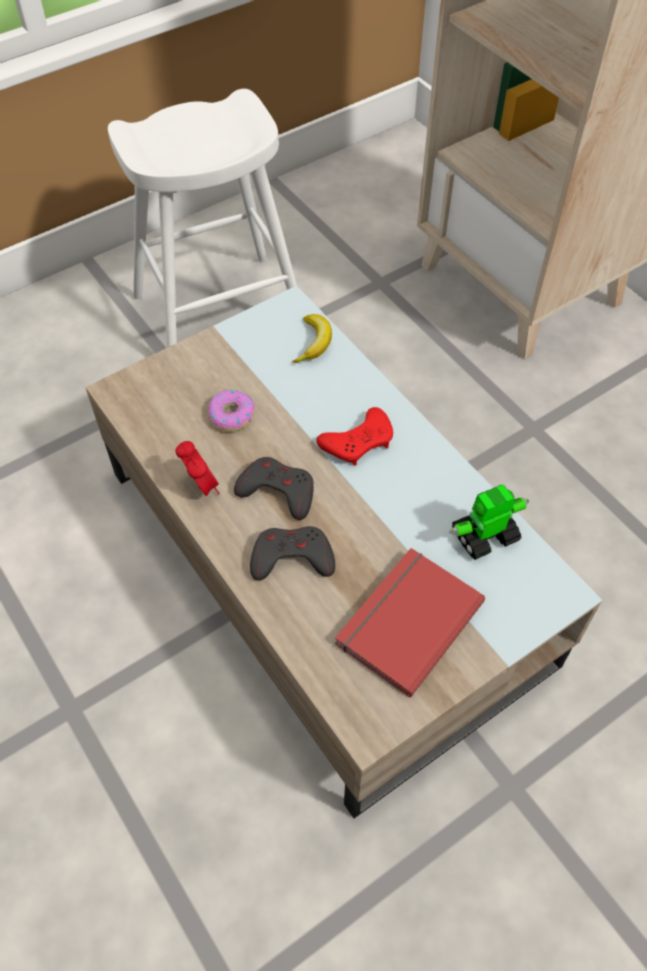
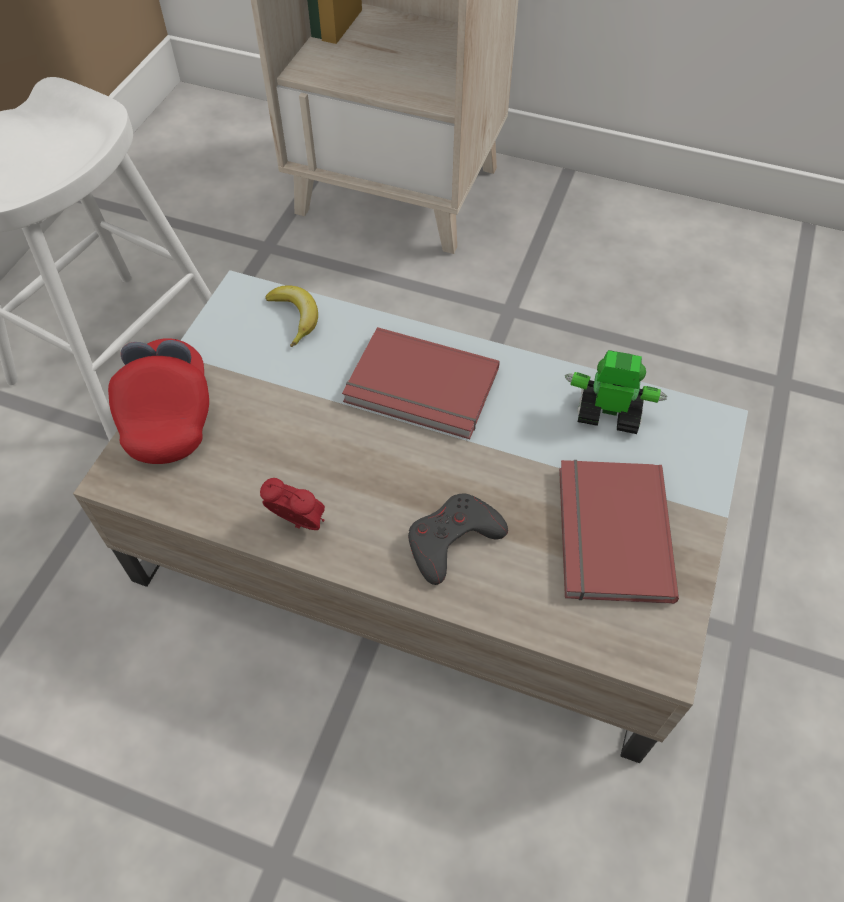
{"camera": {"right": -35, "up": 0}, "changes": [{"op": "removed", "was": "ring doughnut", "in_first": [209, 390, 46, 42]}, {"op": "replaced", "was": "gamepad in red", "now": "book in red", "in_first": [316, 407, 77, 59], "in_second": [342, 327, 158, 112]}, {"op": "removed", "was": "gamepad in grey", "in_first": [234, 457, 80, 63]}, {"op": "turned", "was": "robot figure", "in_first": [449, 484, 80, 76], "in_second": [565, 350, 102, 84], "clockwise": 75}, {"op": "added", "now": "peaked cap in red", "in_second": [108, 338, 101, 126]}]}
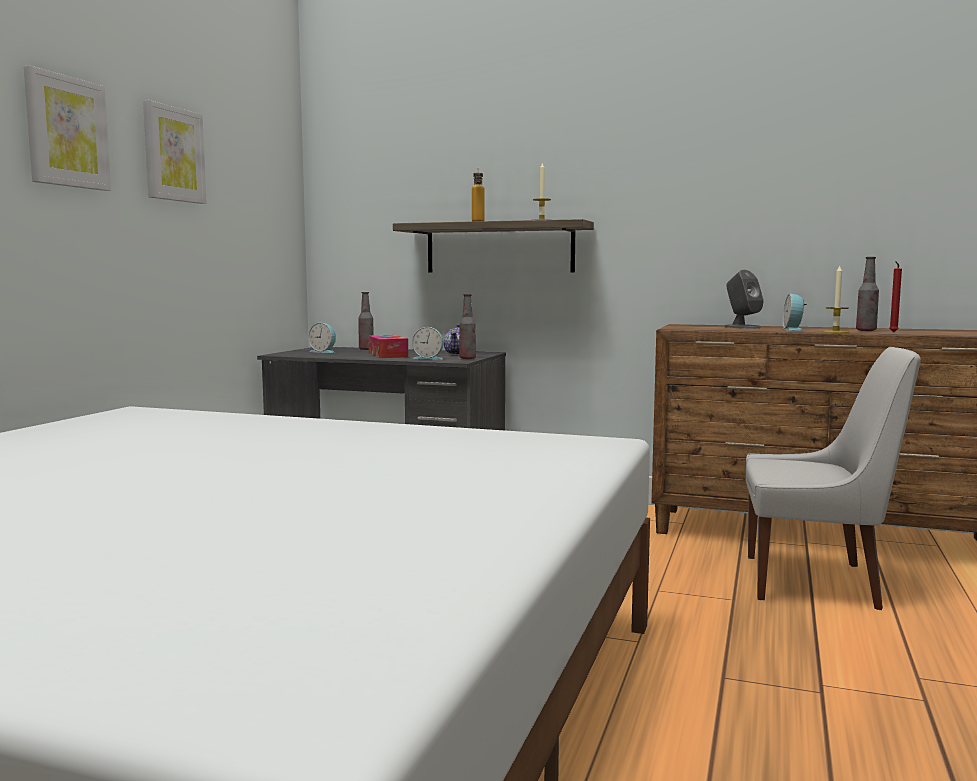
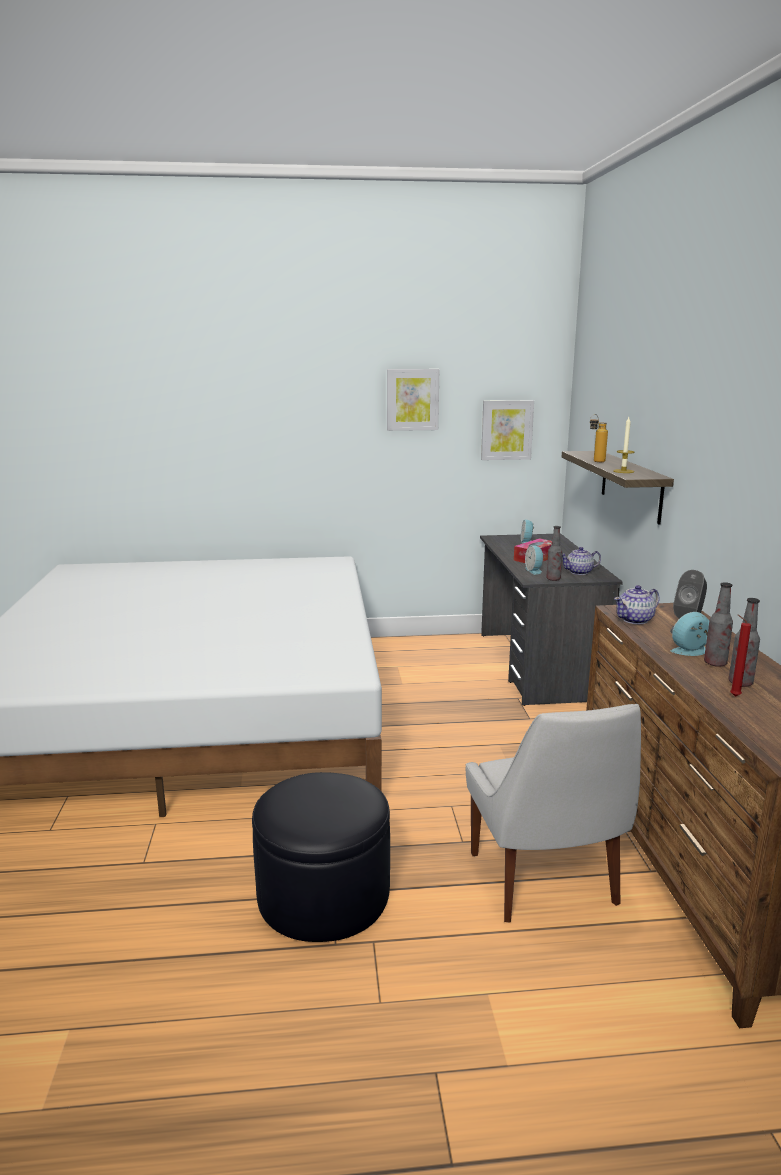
{"camera": {"right": 65, "up": 10}, "changes": [{"op": "moved", "was": "picture", "in_first": [24, 66, 87, 125], "in_second": [481, 400, 53, 60]}, {"op": "removed", "was": "wax candle", "in_first": [822, 266, 27, 67]}, {"op": "moved", "was": "beverage bottle", "in_first": [358, 292, 16, 58], "in_second": [704, 582, 29, 85]}, {"op": "added", "now": "tea pot", "in_second": [614, 585, 45, 39]}, {"op": "added", "now": "ottoman in blackish", "in_second": [252, 772, 138, 170]}]}
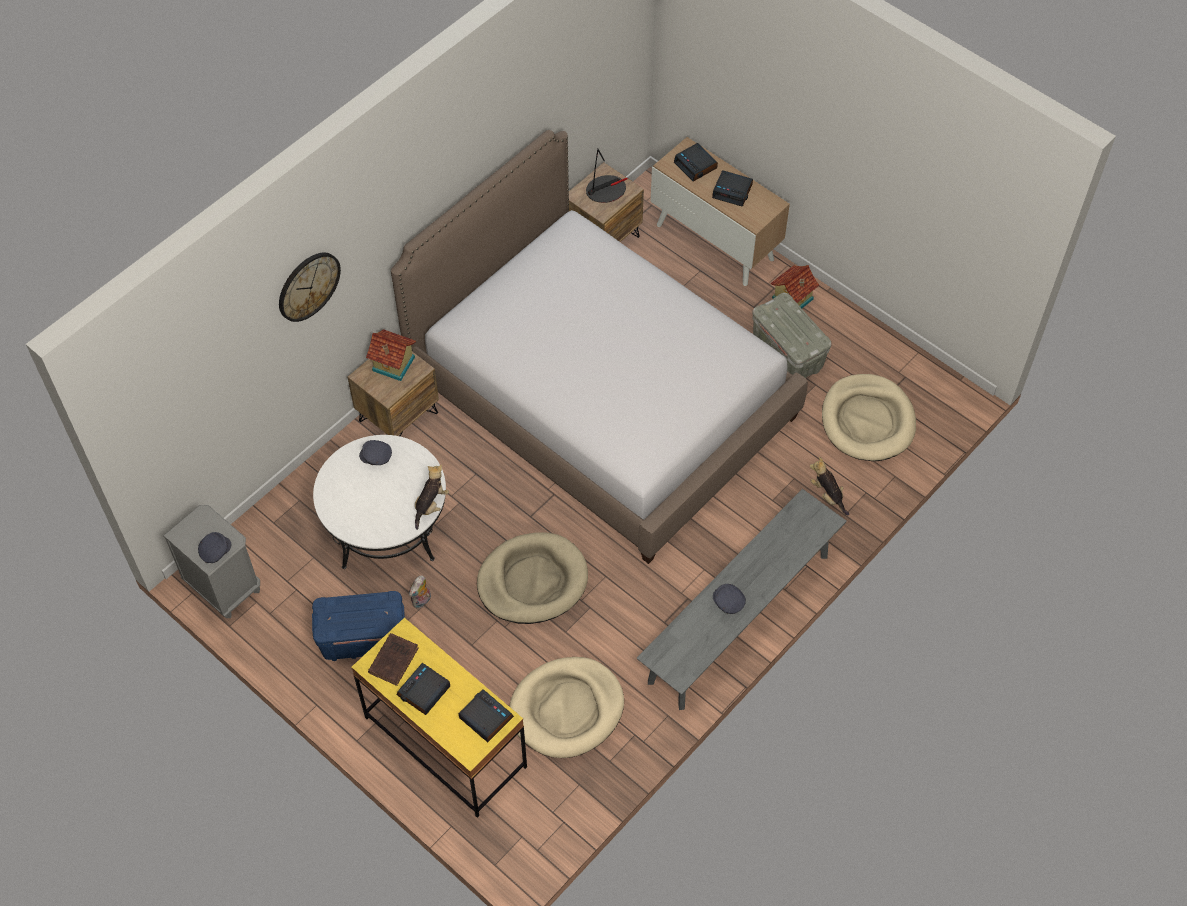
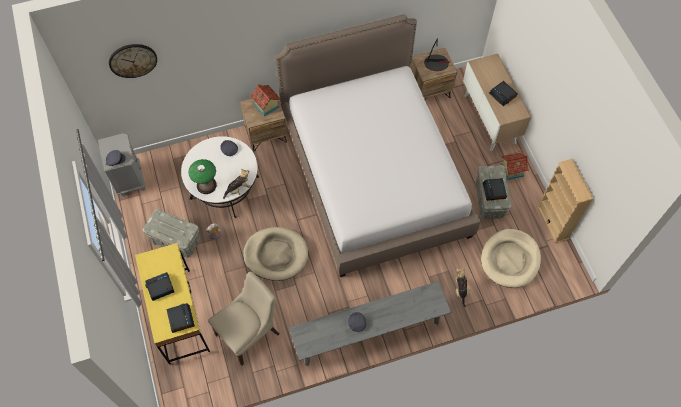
{"camera": {"right": 30, "up": 5}, "changes": [{"op": "moved", "was": "alarm clock", "in_first": [674, 143, 44, 39], "in_second": [483, 178, 24, 23]}, {"op": "moved", "was": "wall clock", "in_first": [279, 252, 62, 70], "in_second": [109, 44, 48, 34]}, {"op": "recoloured", "was": "storage bin in bluish", "now": "storage bin in grey", "in_first": [312, 591, 93, 70], "in_second": [143, 209, 57, 48]}, {"op": "removed", "was": "book in brown", "in_first": [368, 633, 51, 53]}, {"op": "replaced", "was": "pet bed in beige", "now": "chair in beige", "in_first": [509, 657, 115, 101], "in_second": [208, 272, 71, 94]}, {"op": "added", "now": "bookshelf in beige", "in_second": [537, 158, 57, 85]}, {"op": "added", "now": "lamp for a table", "in_second": [188, 159, 29, 35]}]}
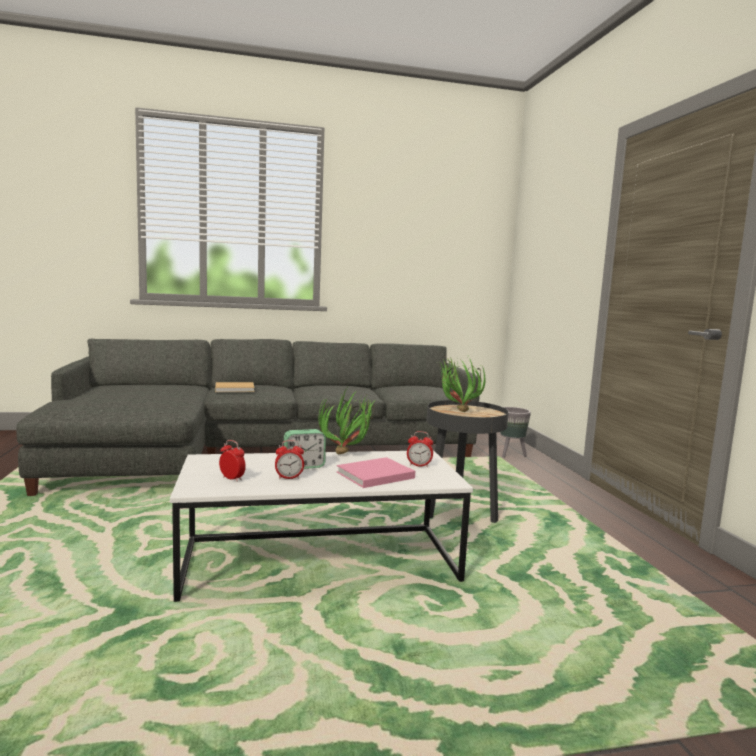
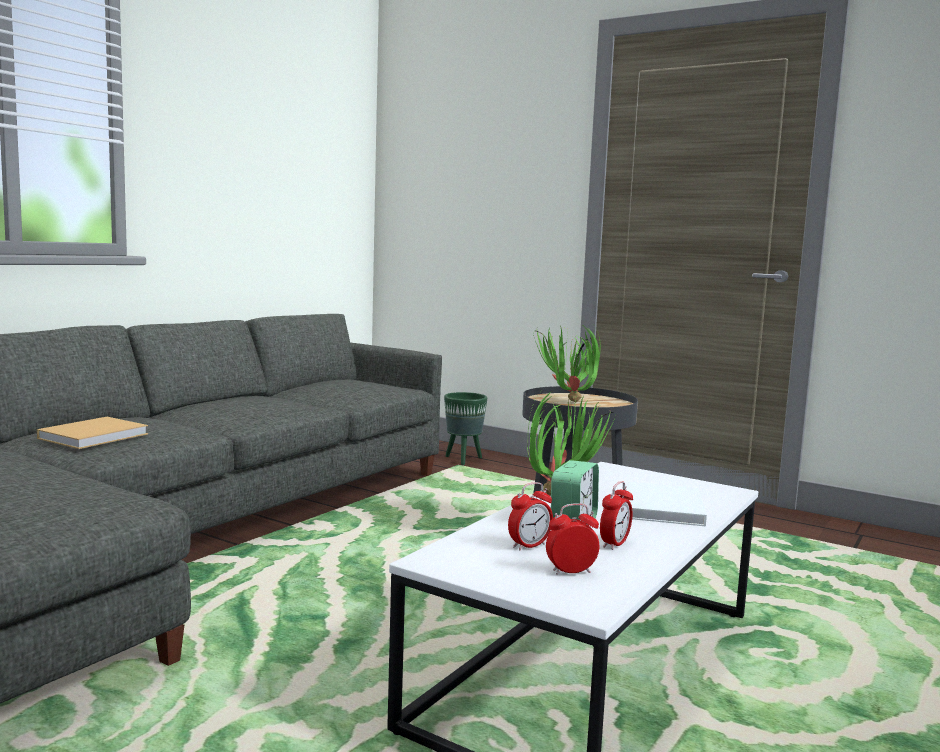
{"camera": {"right": -45, "up": 0}, "changes": [{"op": "recoloured", "was": "flower pot in grey", "now": "flower pot in green-coloured", "in_first": [500, 407, 31, 51], "in_second": [444, 392, 43, 73]}, {"op": "moved", "was": "alarm clock", "in_first": [407, 431, 26, 36], "in_second": [508, 482, 45, 69]}, {"op": "recoloured", "was": "book in pink", "now": "book in whitish", "in_first": [337, 457, 78, 31], "in_second": [626, 482, 81, 45]}]}
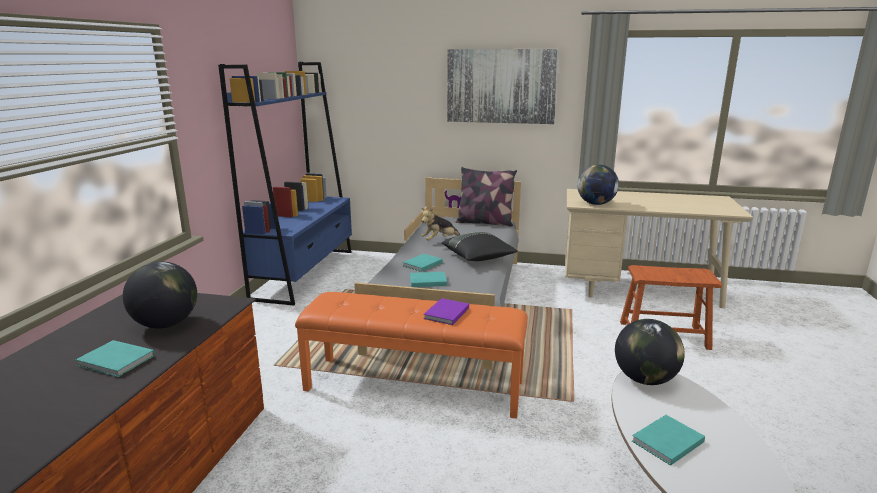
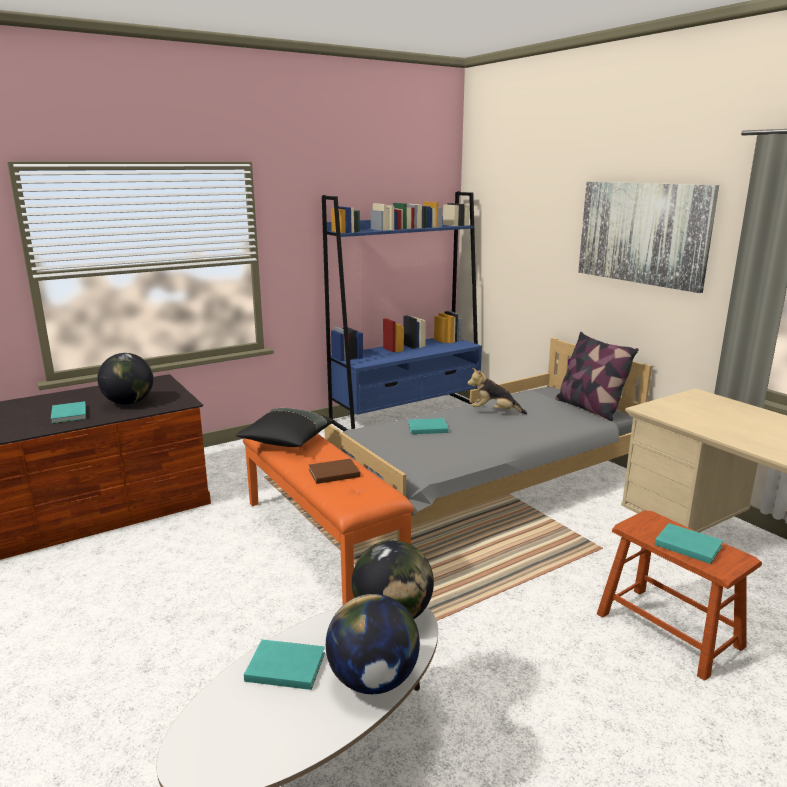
{"camera": {"right": 45, "up": 0}, "changes": [{"op": "moved", "was": "globe", "in_first": [577, 165, 42, 40], "in_second": [326, 594, 94, 100]}, {"op": "moved", "was": "cushion in blackish", "in_first": [442, 232, 76, 29], "in_second": [236, 408, 98, 39]}, {"op": "moved", "was": "book in turquoise", "in_first": [410, 272, 37, 15], "in_second": [655, 523, 68, 41]}, {"op": "recoloured", "was": "book in purple-coloured", "now": "book in brown", "in_first": [424, 298, 45, 27], "in_second": [309, 458, 51, 26]}]}
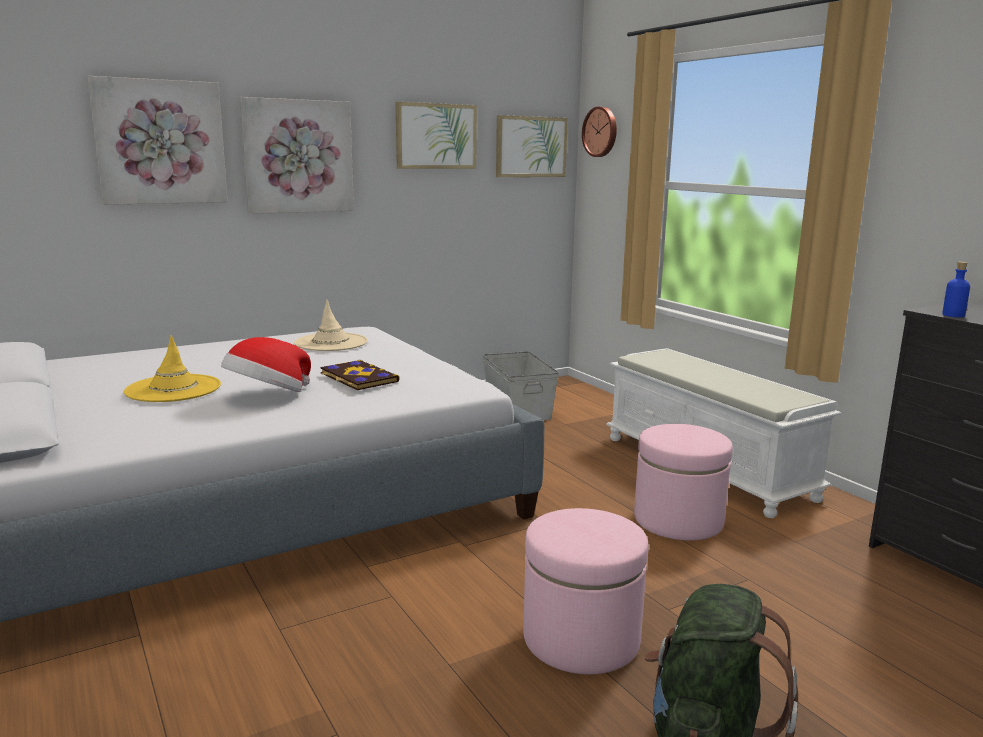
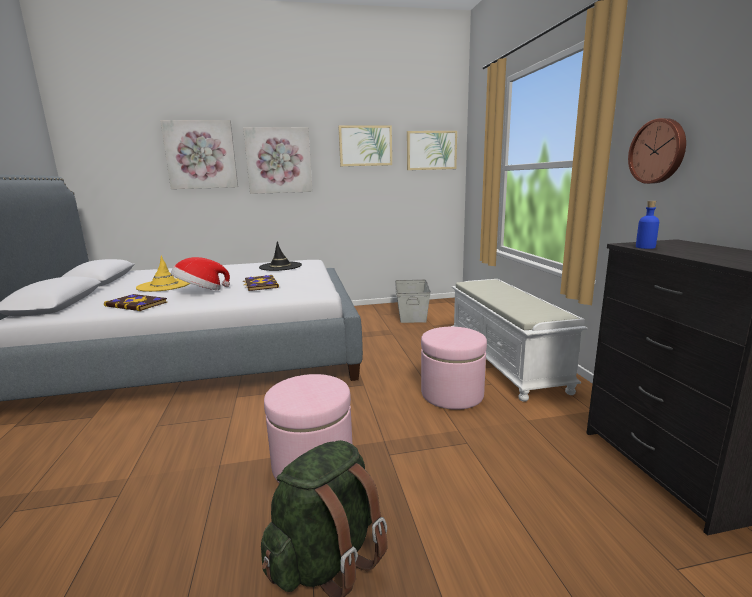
{"camera": {"right": 20, "up": 0}, "changes": [{"op": "moved", "was": "wall clock", "in_first": [582, 107, 35, 50], "in_second": [628, 118, 58, 66]}, {"op": "recoloured", "was": "wearable hat in beige", "now": "wearable hat in blackish", "in_first": [294, 300, 74, 51], "in_second": [259, 241, 43, 30]}, {"op": "added", "now": "book", "in_second": [104, 294, 63, 17]}]}
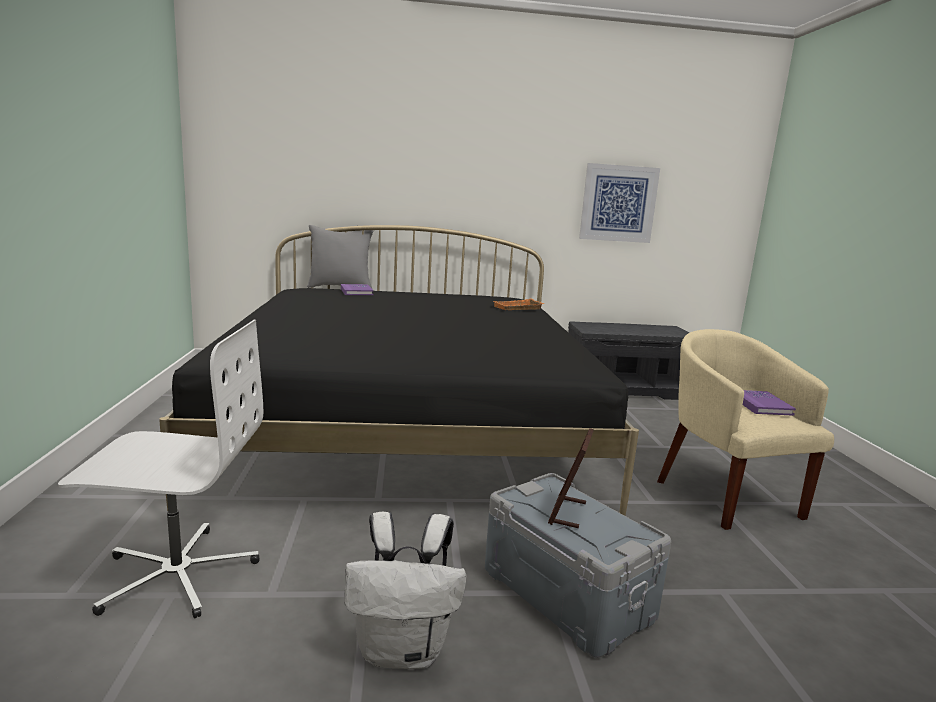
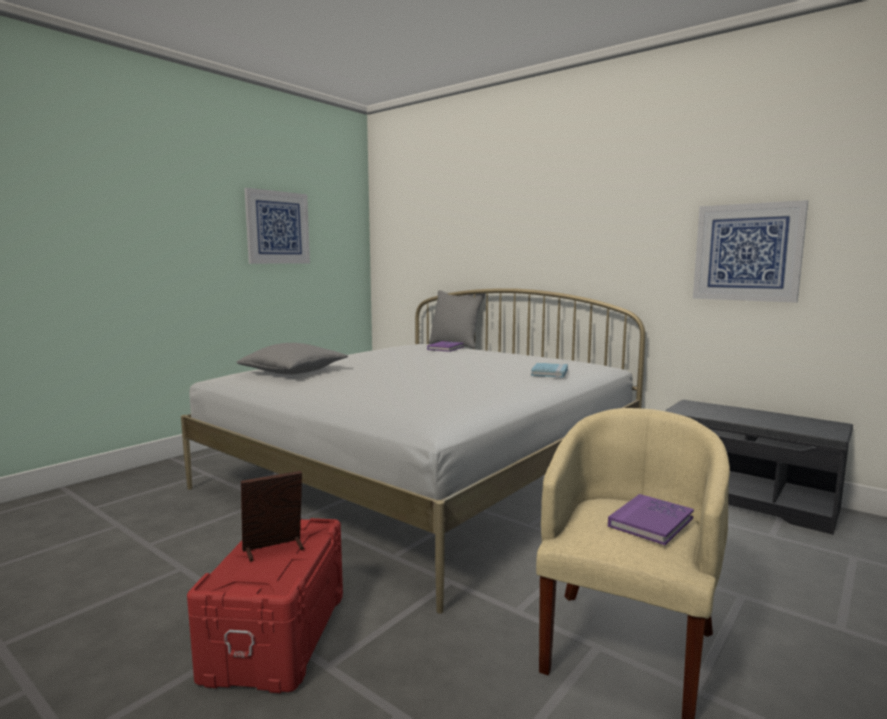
{"camera": {"right": 45, "up": -5}, "changes": [{"op": "recoloured", "was": "sleeping bed in blackish", "now": "sleeping bed in whitish", "in_first": [159, 225, 480, 291], "in_second": [181, 288, 464, 326]}, {"op": "replaced", "was": "carrying tray in orange-coloured", "now": "book in bluish", "in_first": [494, 299, 50, 11], "in_second": [531, 363, 37, 15]}, {"op": "removed", "was": "office chair in whitish", "in_first": [58, 320, 205, 298]}, {"op": "recoloured", "was": "storage bin in grey", "now": "storage bin in red", "in_first": [485, 473, 186, 185], "in_second": [187, 518, 156, 175]}, {"op": "removed", "was": "rucksack in whitish", "in_first": [344, 511, 123, 158]}, {"op": "added", "now": "picture", "in_second": [244, 188, 66, 76]}, {"op": "added", "now": "cushion in grey", "in_second": [236, 343, 112, 32]}]}
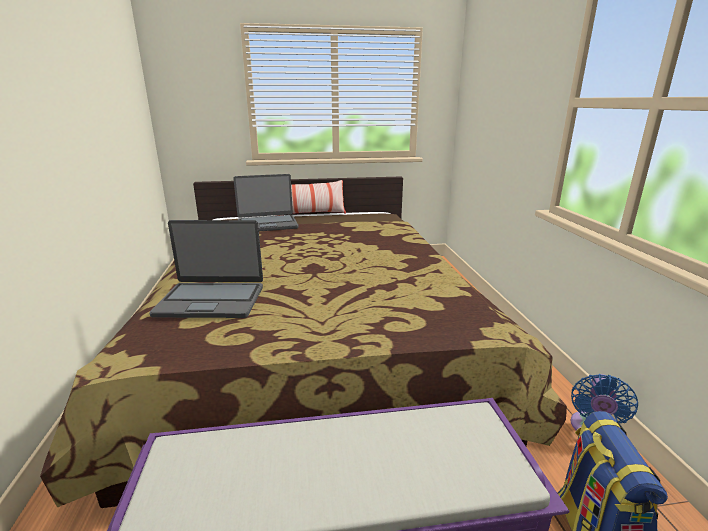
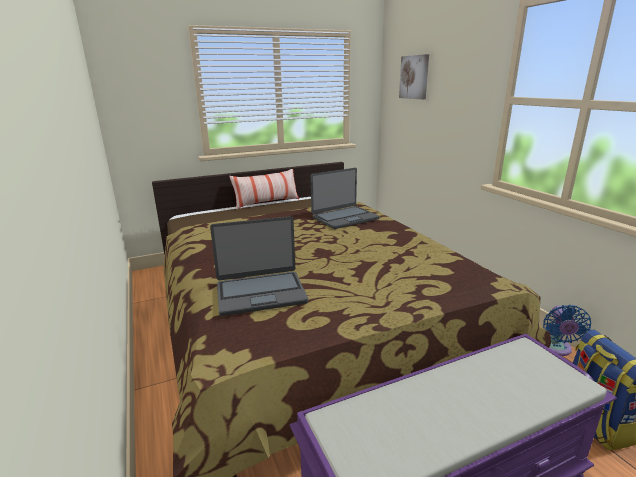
{"camera": {"right": -15, "up": 0}, "changes": [{"op": "moved", "was": "notebook computer", "in_first": [233, 174, 65, 57], "in_second": [311, 168, 69, 61]}, {"op": "added", "now": "picture", "in_second": [399, 54, 30, 45]}]}
